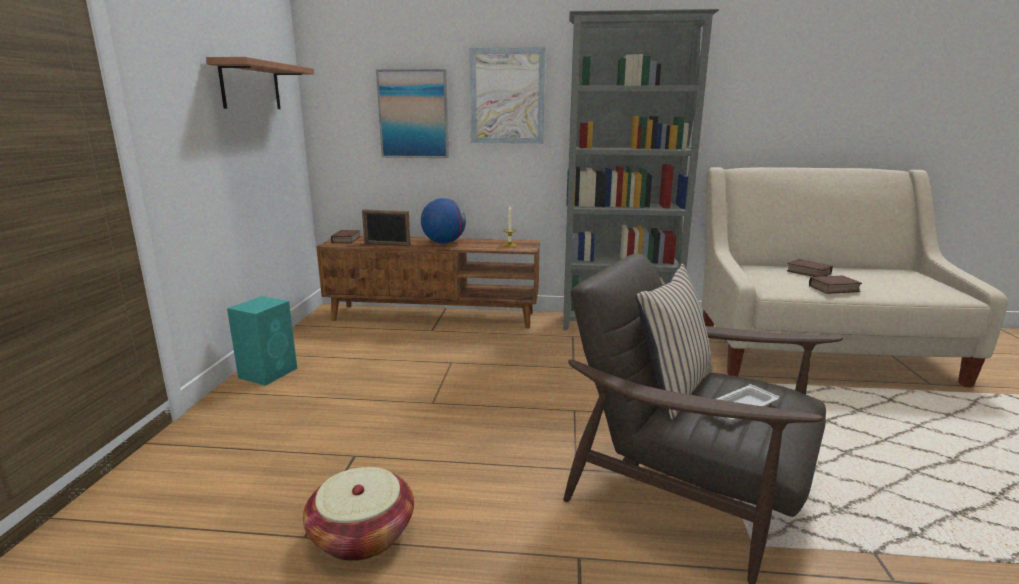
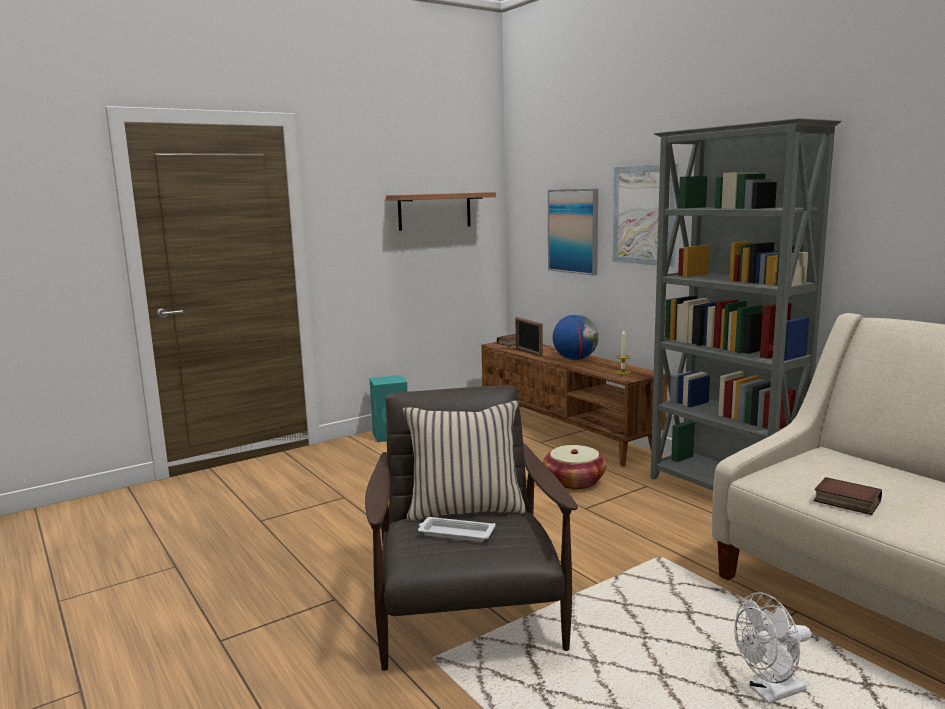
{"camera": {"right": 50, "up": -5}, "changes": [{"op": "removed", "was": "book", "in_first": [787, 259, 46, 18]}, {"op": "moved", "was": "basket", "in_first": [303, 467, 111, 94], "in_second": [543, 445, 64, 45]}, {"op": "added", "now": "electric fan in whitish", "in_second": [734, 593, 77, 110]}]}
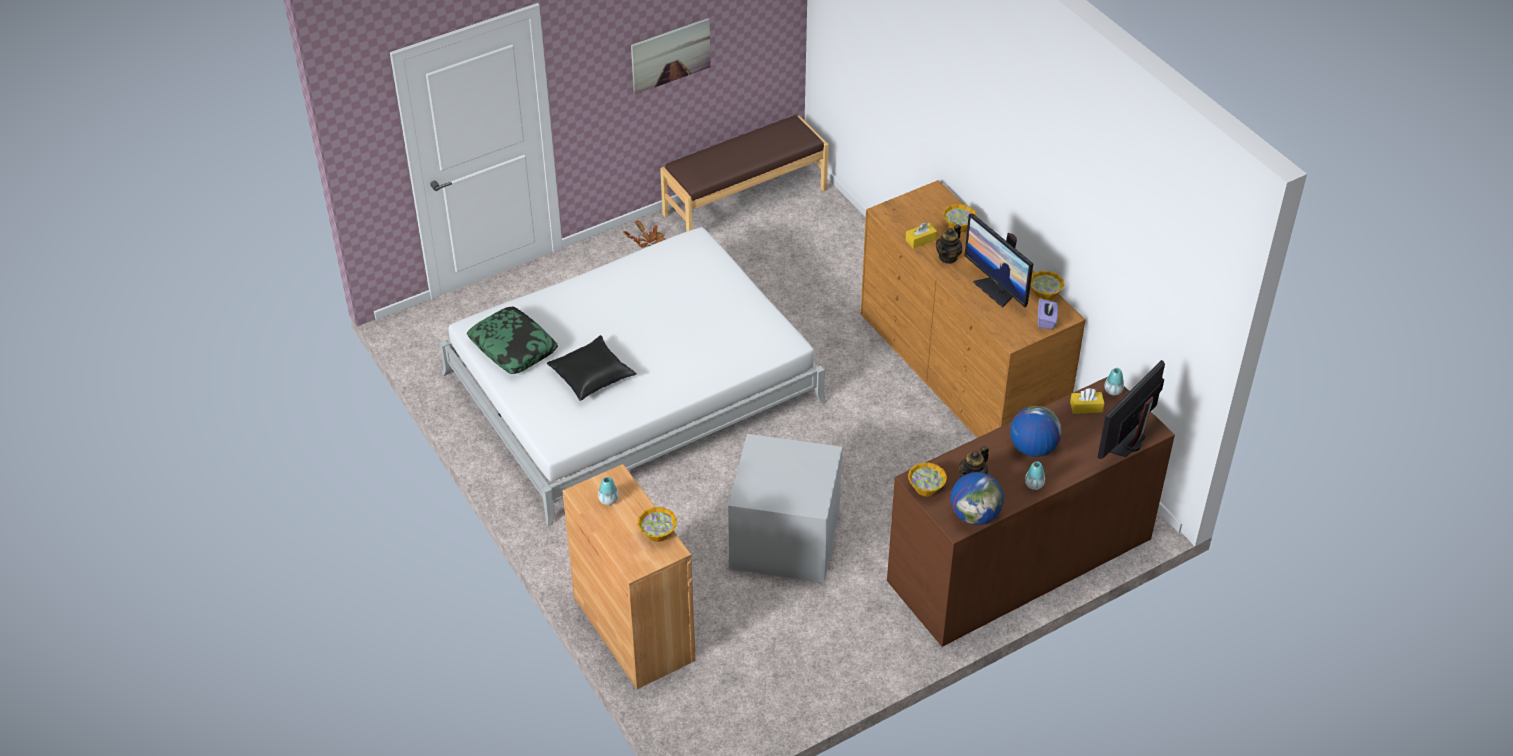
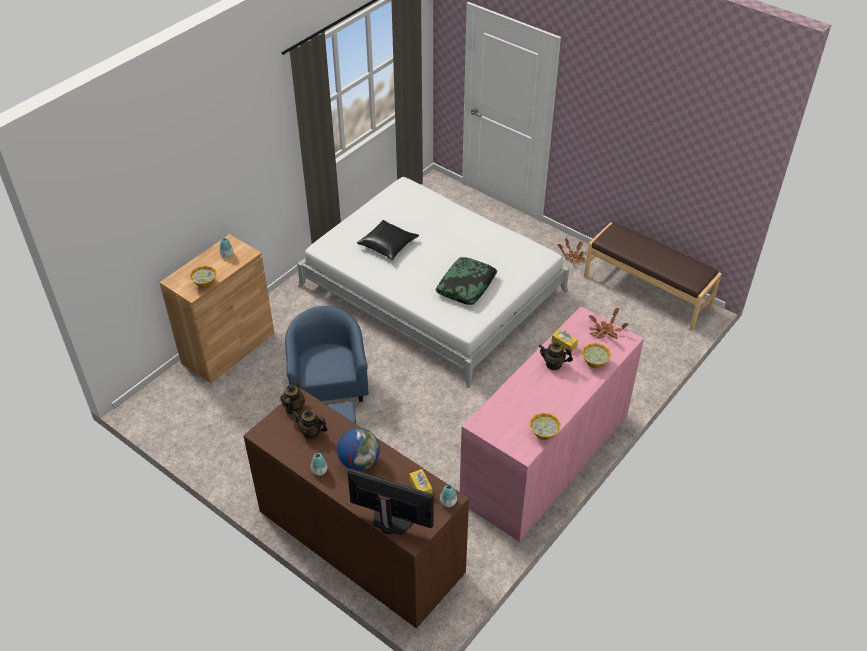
{"camera": {"right": 70, "up": 0}, "changes": [{"op": "removed", "was": "picture", "in_first": [631, 18, 80, 76]}, {"op": "recoloured", "was": "drawer chest in brown", "now": "drawer chest in pink", "in_first": [861, 180, 225, 258], "in_second": [460, 306, 184, 236]}, {"op": "removed", "was": "computer display", "in_first": [964, 213, 69, 95]}, {"op": "removed", "was": "tissue box in purple-coloured", "in_first": [1038, 298, 20, 31]}, {"op": "moved", "was": "cushion", "in_first": [467, 306, 91, 68], "in_second": [436, 257, 61, 48]}, {"op": "replaced", "was": "storage bin in grey", "now": "armchair in bluish", "in_first": [728, 434, 114, 149], "in_second": [285, 306, 84, 118]}, {"op": "replaced", "was": "serving bowl", "now": "tea pot", "in_first": [908, 462, 39, 34], "in_second": [280, 379, 25, 36]}, {"op": "removed", "was": "globe", "in_first": [951, 472, 53, 53]}, {"op": "added", "now": "plant in a pot", "in_second": [588, 308, 41, 31]}]}
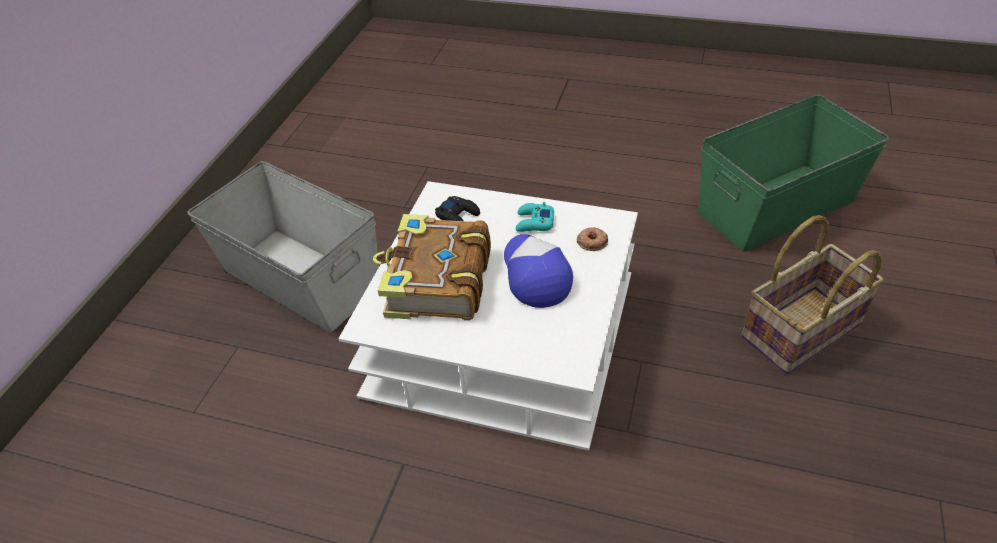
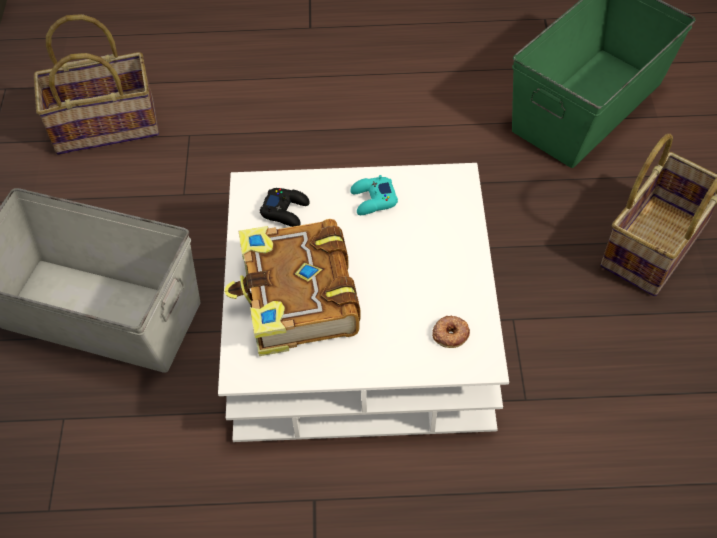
{"camera": {"right": -20, "up": 10}, "changes": [{"op": "moved", "was": "ring doughnut", "in_first": [577, 227, 31, 24], "in_second": [432, 316, 38, 32]}, {"op": "removed", "was": "peaked cap", "in_first": [504, 234, 69, 74]}, {"op": "added", "now": "basket", "in_second": [34, 14, 125, 141]}]}
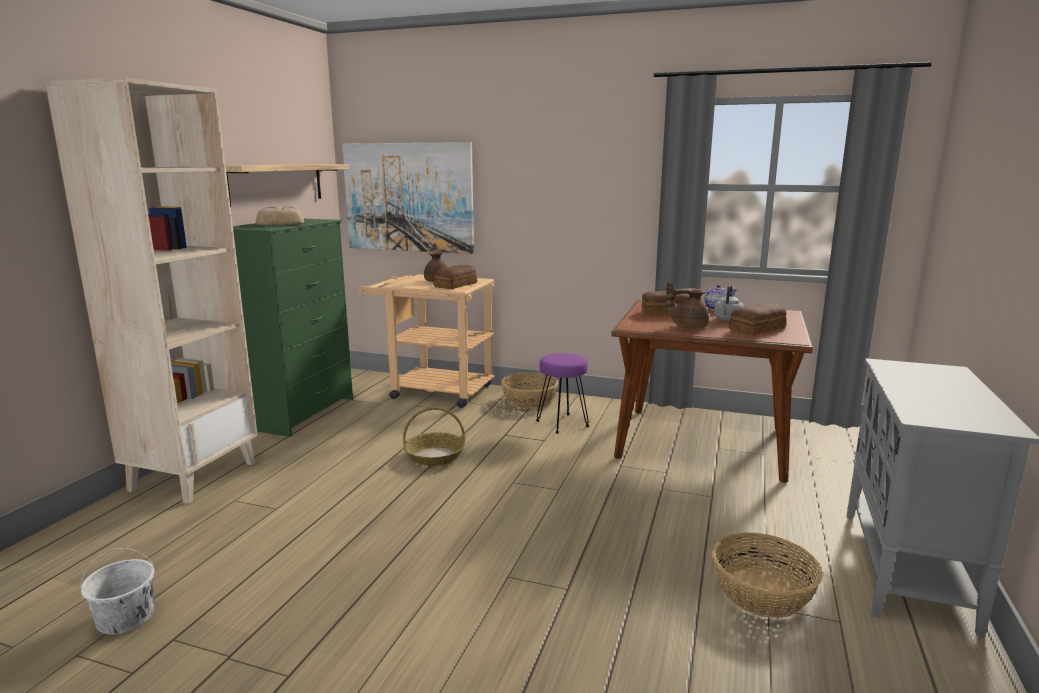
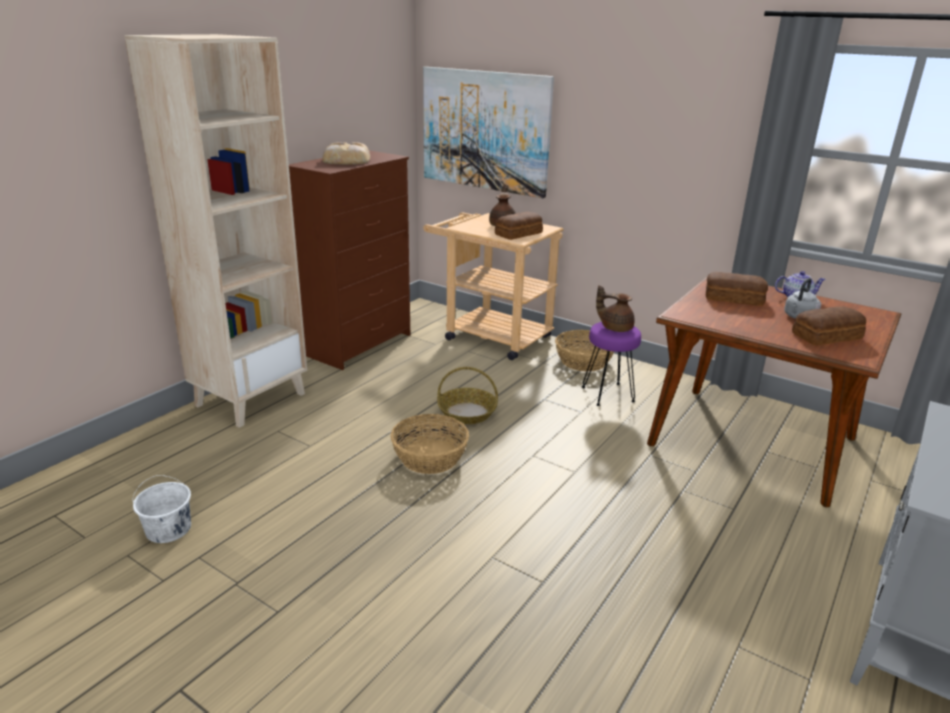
{"camera": {"right": 15, "up": 10}, "changes": [{"op": "removed", "was": "wall shelf", "in_first": [226, 164, 124, 43]}, {"op": "recoloured", "was": "drawer chest in green-coloured", "now": "drawer chest in brown", "in_first": [233, 219, 120, 218], "in_second": [289, 150, 121, 220]}, {"op": "moved", "was": "tea pot in brown", "in_first": [666, 281, 43, 48], "in_second": [596, 285, 39, 47]}, {"op": "moved", "was": "basket", "in_first": [712, 532, 111, 86], "in_second": [391, 414, 78, 60]}]}
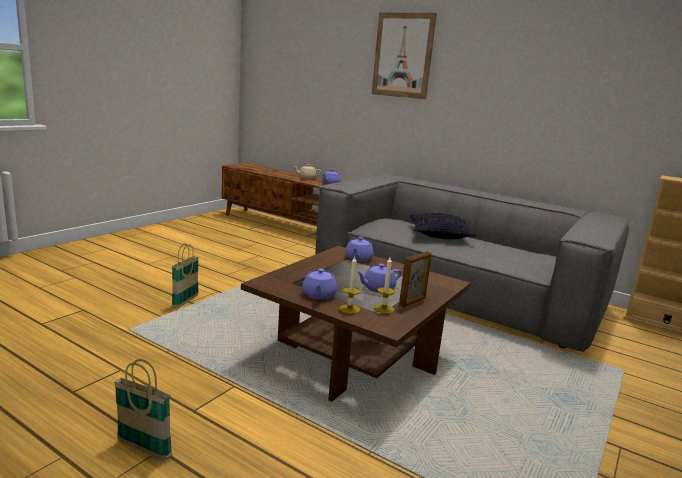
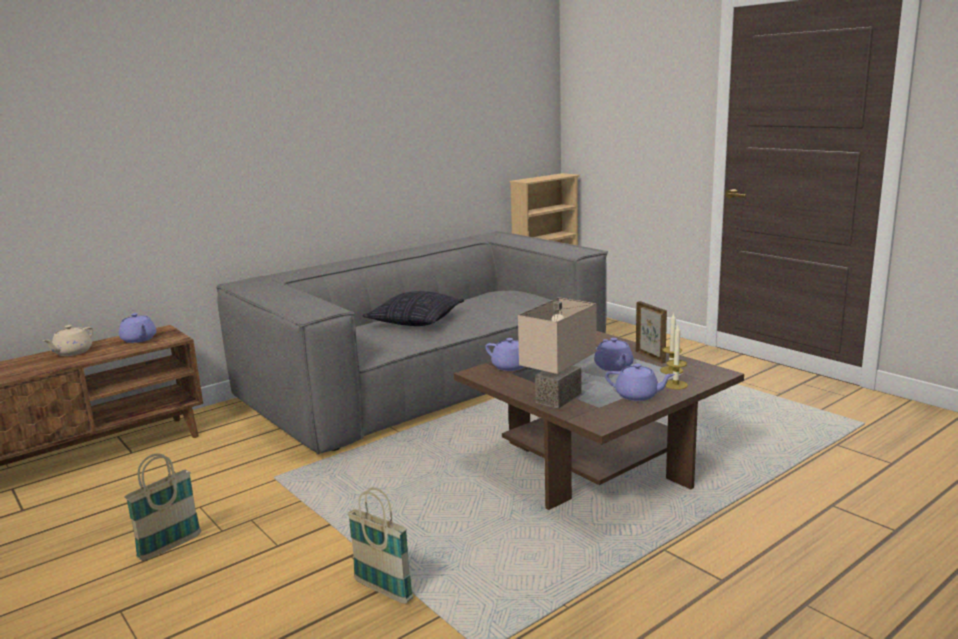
{"camera": {"right": -70, "up": 0}, "changes": [{"op": "removed", "was": "picture", "in_first": [372, 12, 65, 87]}, {"op": "moved", "was": "basket", "in_first": [114, 359, 58, 102], "in_second": [124, 453, 77, 108]}, {"op": "added", "now": "lamp for a table in beige", "in_second": [518, 297, 78, 112]}]}
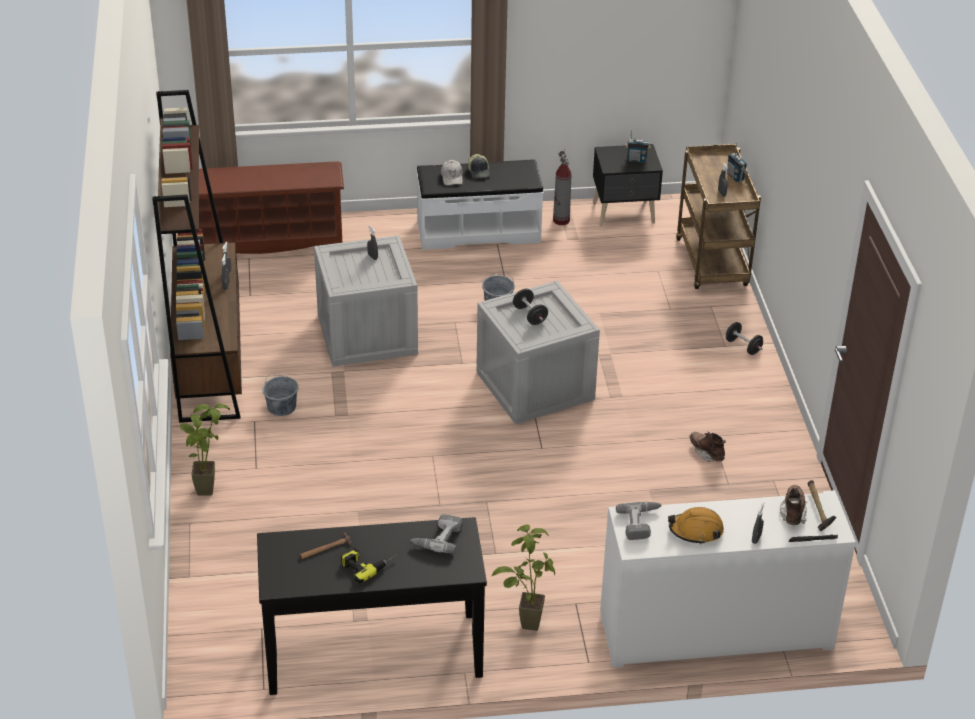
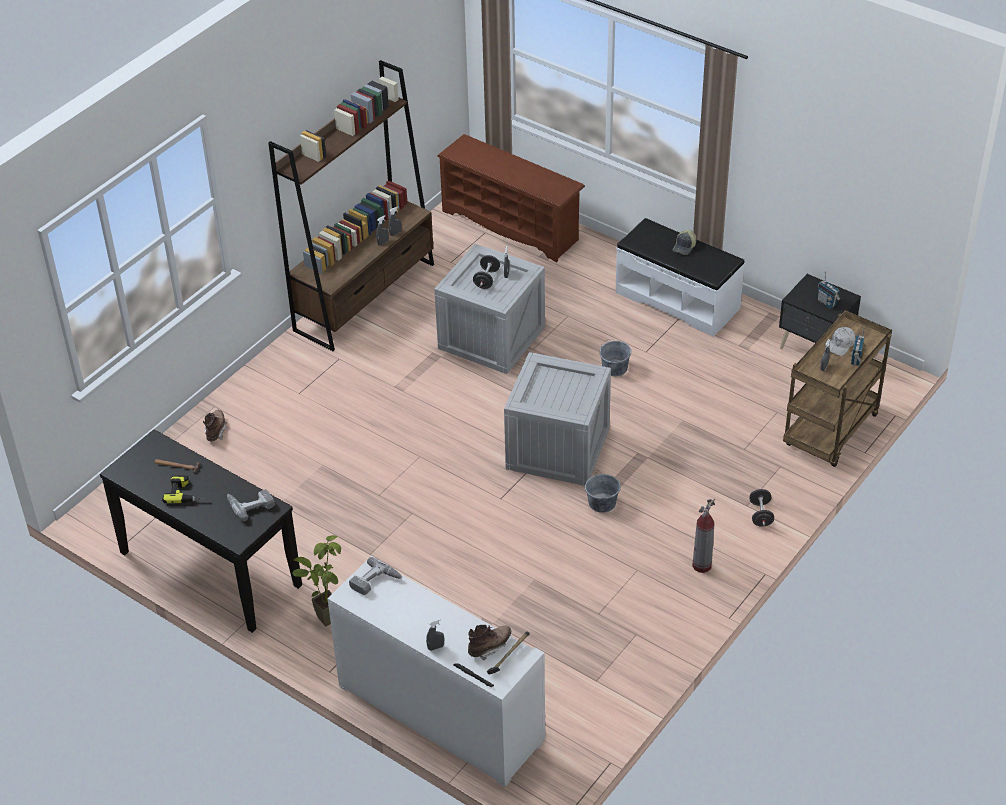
{"camera": {"right": 45, "up": 5}, "changes": [{"op": "moved", "was": "fire-fighting cylinder", "in_first": [553, 149, 18, 76], "in_second": [692, 499, 23, 74]}, {"op": "moved", "was": "peaked cap in whitish", "in_first": [441, 160, 22, 25], "in_second": [829, 327, 26, 29]}, {"op": "moved", "was": "free weight in blackish", "in_first": [513, 289, 35, 36], "in_second": [473, 255, 27, 34]}, {"op": "moved", "was": "bucket in grey", "in_first": [262, 373, 37, 43], "in_second": [585, 470, 36, 43]}, {"op": "removed", "was": "plant in a pot", "in_first": [180, 404, 50, 92]}, {"op": "moved", "was": "tall boot in brown", "in_first": [689, 432, 37, 30], "in_second": [203, 410, 23, 31]}, {"op": "removed", "was": "work helmet in orange-coloured", "in_first": [668, 507, 56, 38]}]}
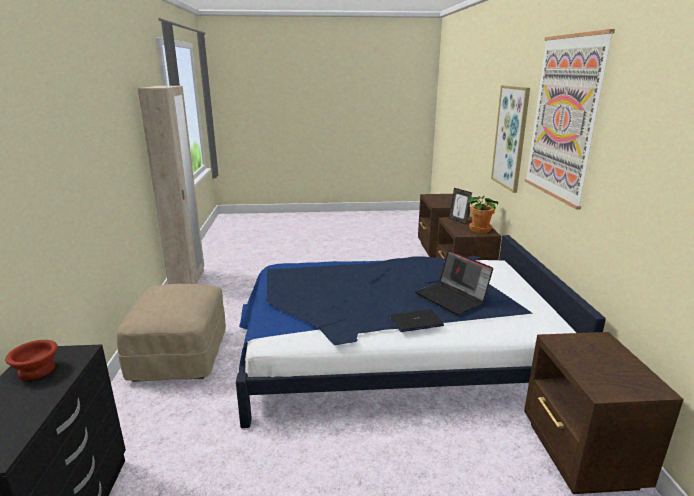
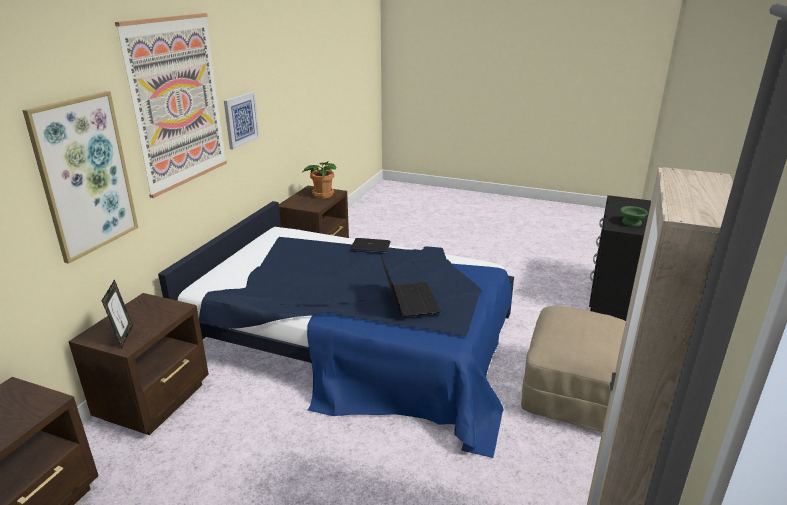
{"camera": {"right": -155, "up": 5}, "changes": [{"op": "moved", "was": "plant in a pot", "in_first": [468, 196, 30, 37], "in_second": [303, 161, 33, 38]}, {"op": "moved", "was": "notebook computer", "in_first": [415, 250, 78, 65], "in_second": [380, 255, 61, 62]}, {"op": "recoloured", "was": "serving bowl in brown", "now": "serving bowl in green-coloured", "in_first": [5, 340, 53, 40], "in_second": [620, 206, 28, 21]}, {"op": "added", "now": "picture", "in_second": [224, 92, 36, 58]}]}
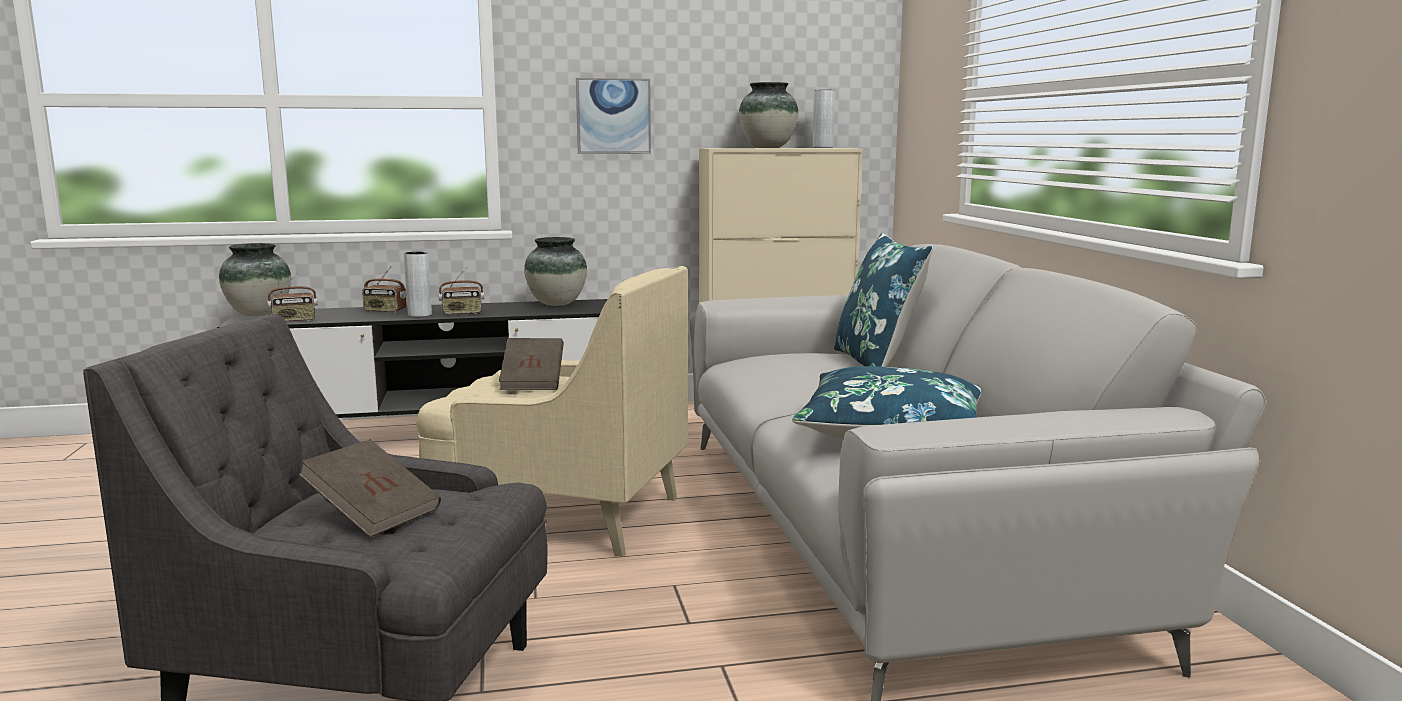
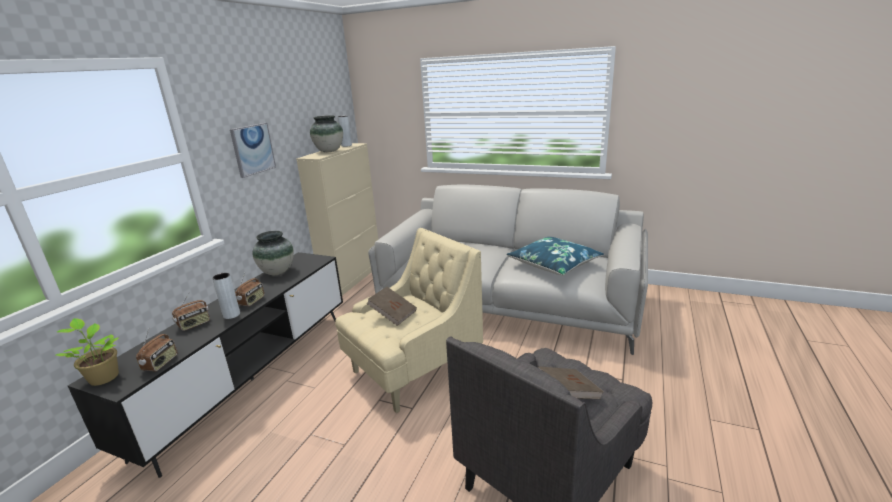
{"camera": {"right": -55, "up": 10}, "changes": [{"op": "removed", "was": "cushion in bluish", "in_first": [834, 233, 99, 134]}, {"op": "replaced", "was": "vase", "now": "plant in a pot", "in_first": [219, 243, 72, 73], "in_second": [56, 318, 63, 68]}]}
